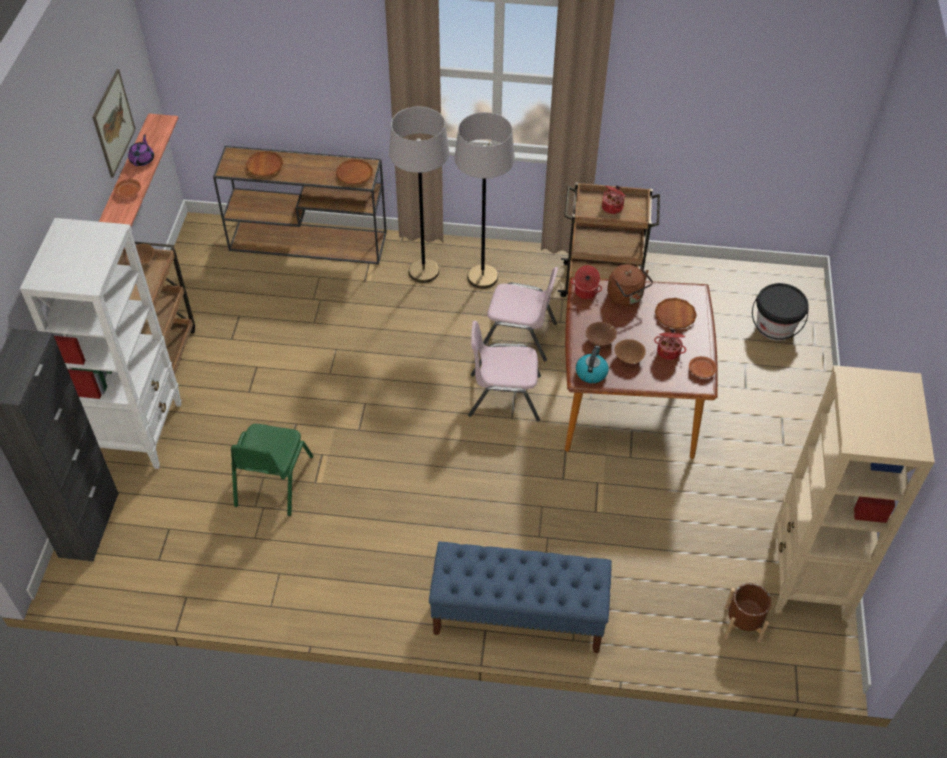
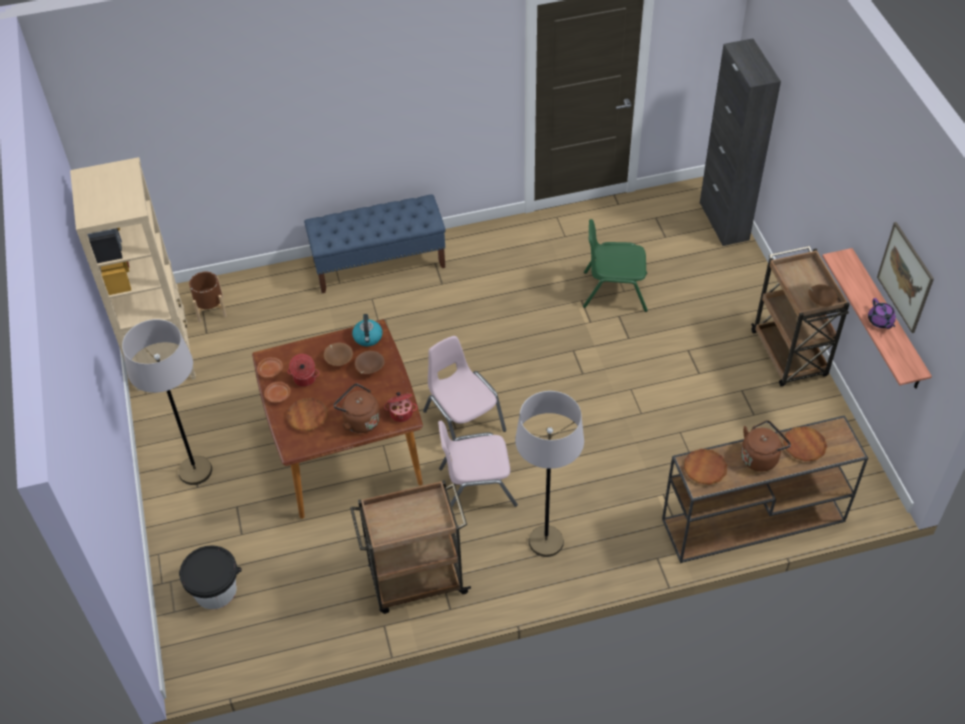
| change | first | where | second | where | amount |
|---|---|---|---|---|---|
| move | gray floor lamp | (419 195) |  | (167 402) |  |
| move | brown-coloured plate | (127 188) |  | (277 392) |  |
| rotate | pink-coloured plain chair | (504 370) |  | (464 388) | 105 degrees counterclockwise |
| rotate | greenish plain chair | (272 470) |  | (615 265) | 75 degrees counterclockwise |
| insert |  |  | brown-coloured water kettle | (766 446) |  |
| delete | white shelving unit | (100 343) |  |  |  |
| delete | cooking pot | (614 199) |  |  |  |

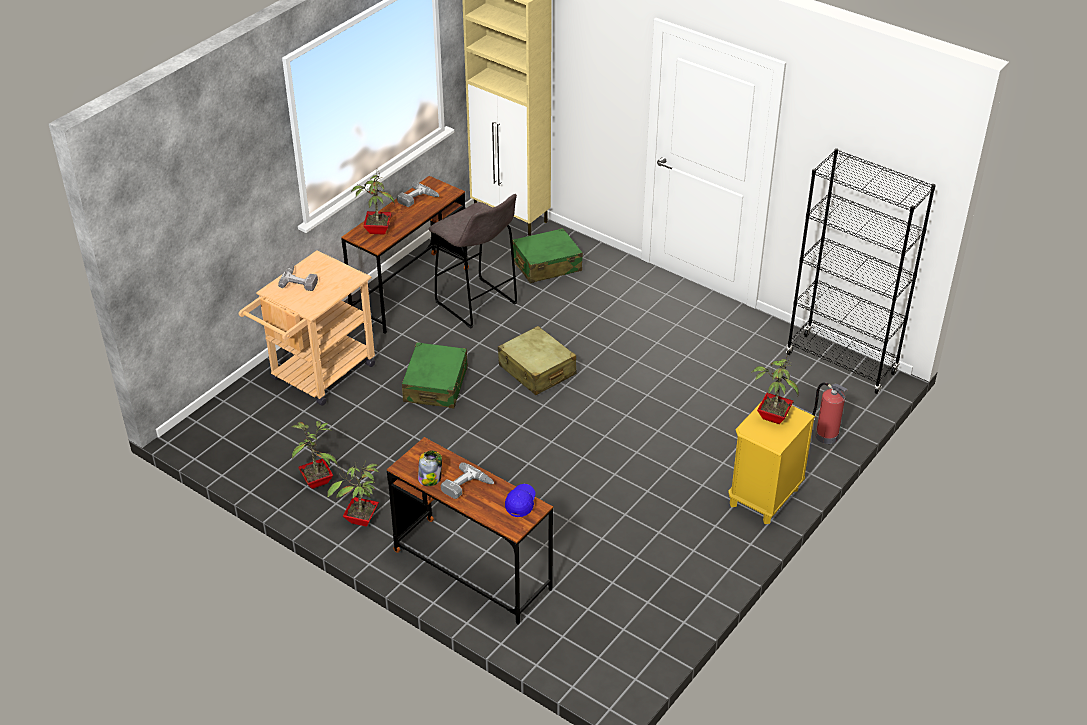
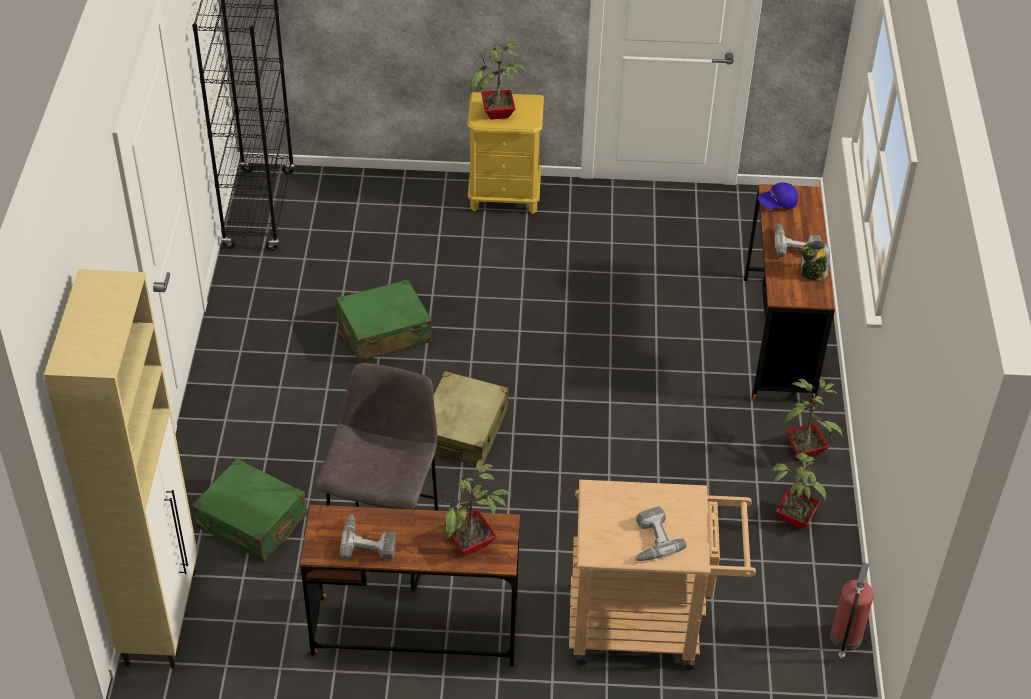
| change | first | where | second | where | amount |
|---|---|---|---|---|---|
| move | greenish piece of luggage | (435 375) |  | (384 320) |  |
| move | fire extinguisher | (830 413) |  | (852 611) |  |

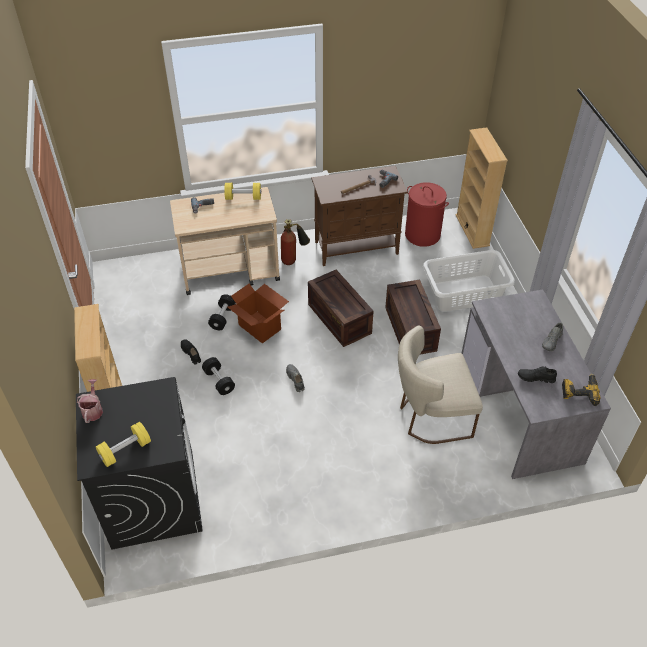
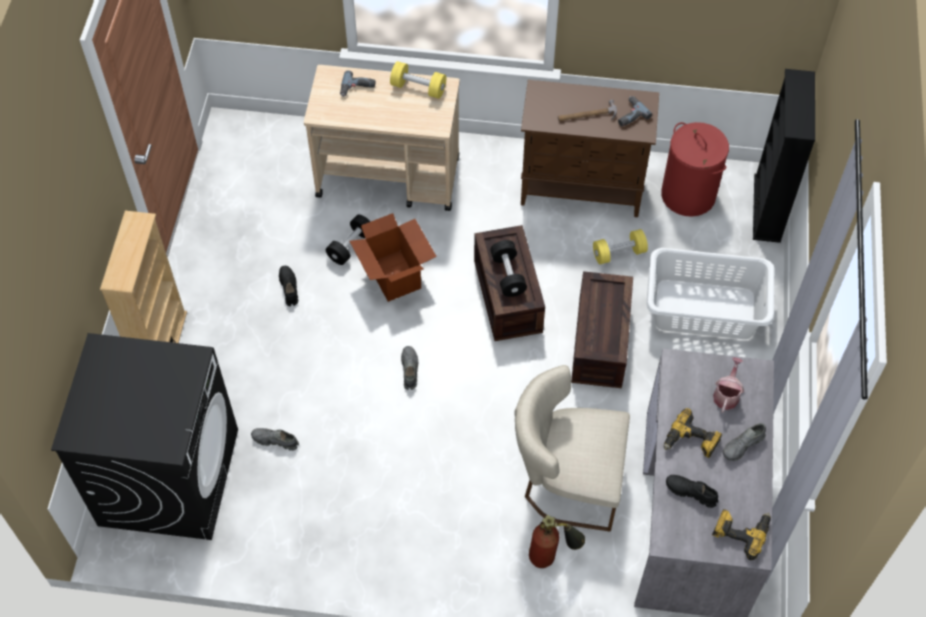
| change | first | where | second | where | amount |
|---|---|---|---|---|---|
| insert |  |  | gray low shoe | (275 439) |  |
| move | black free weight | (218 376) |  | (508 268) |  |
| move | fire extinguisher | (295 242) |  | (557 541) |  |
| move | yellow-coloured free weight | (123 444) |  | (620 246) |  |
| insert |  |  | drill | (693 433) |  |
| move | sprinkling can | (90 401) |  | (728 385) |  |
| recolor | beige shelving unit | (482 188) | black shelving unit | (784 156) |  |

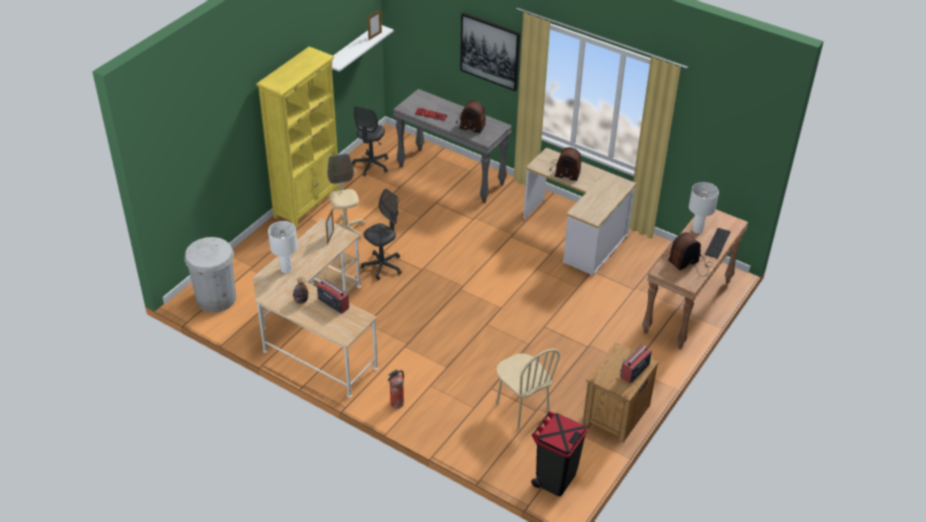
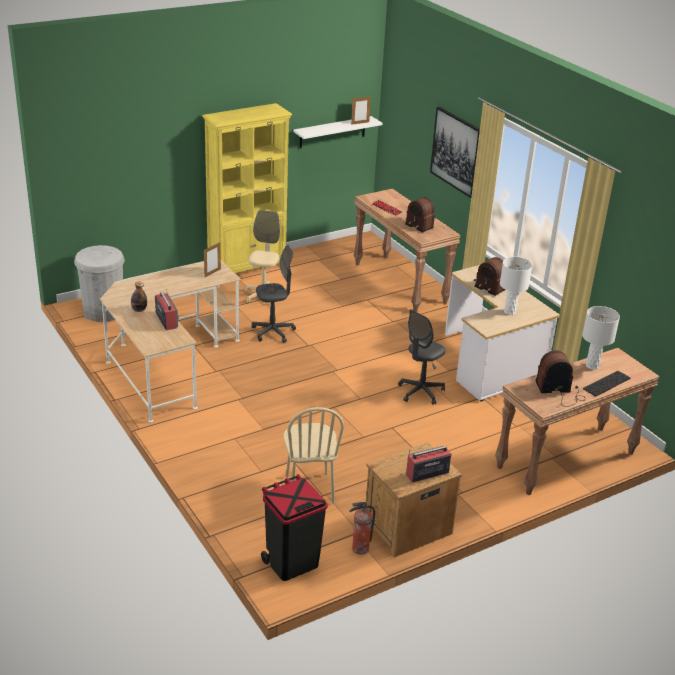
| change | first | where | second | where | amount |
|---|---|---|---|---|---|
| move | fire extinguisher | (396 388) |  | (362 528) |  |
| recolor | gray console table | (452 146) | brown-coloured console table | (407 250) |  |
| move | gray office chair | (370 141) |  | (422 357) |  |
| move | white table lamp | (283 247) |  | (516 286) |  |

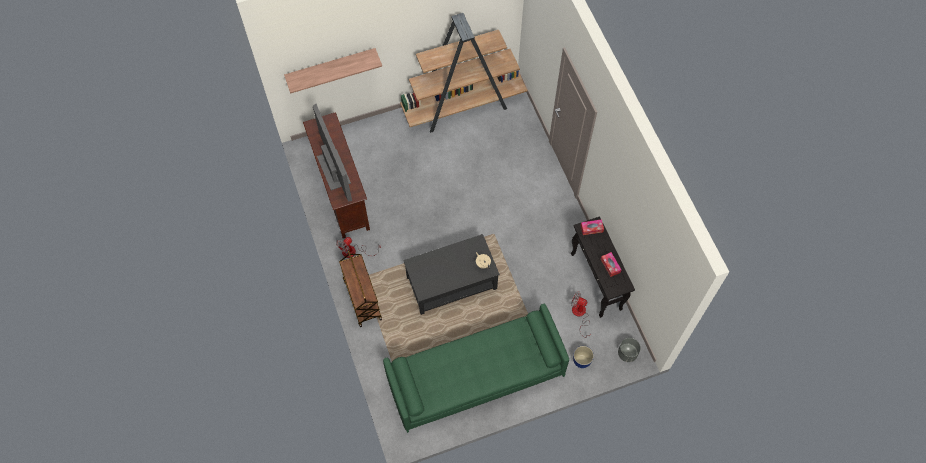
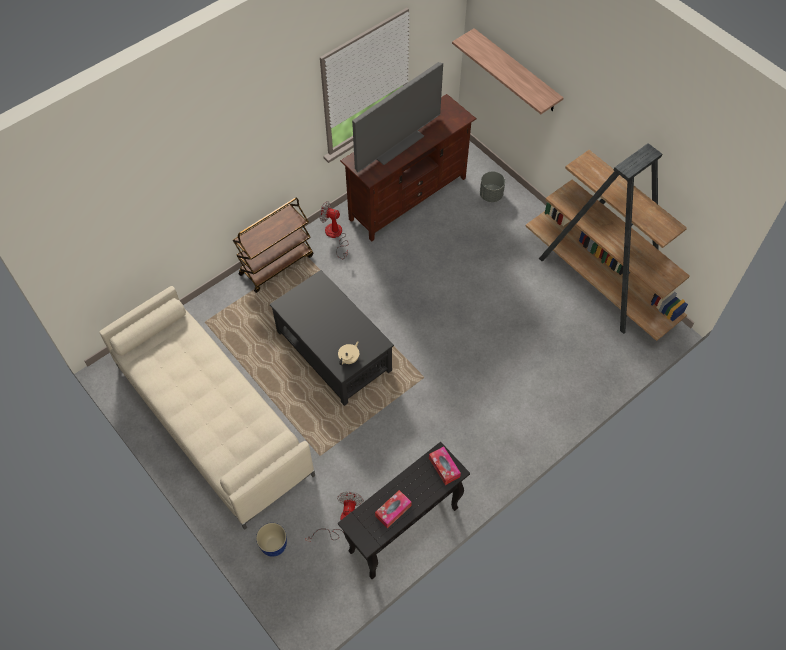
| change | first | where | second | where | amount |
|---|---|---|---|---|---|
| recolor | greenish settee | (476 368) | beige settee | (207 408) |  |
| move | gray plant pot | (629 350) |  | (492 186) |  |

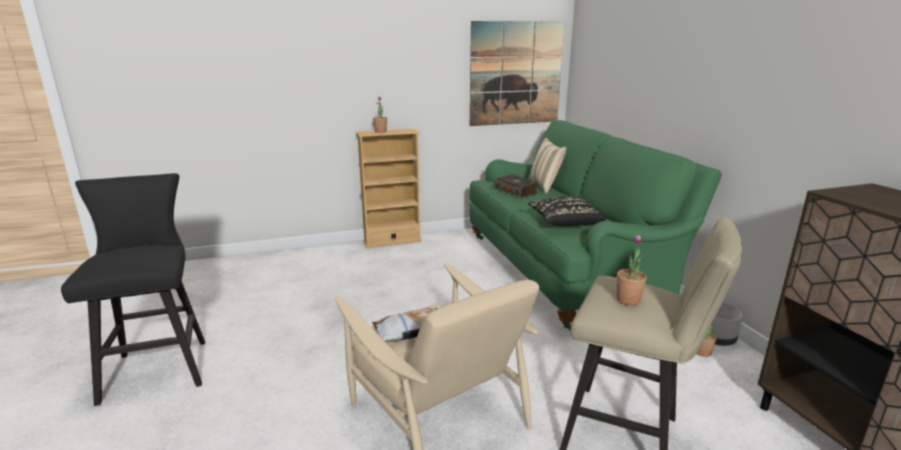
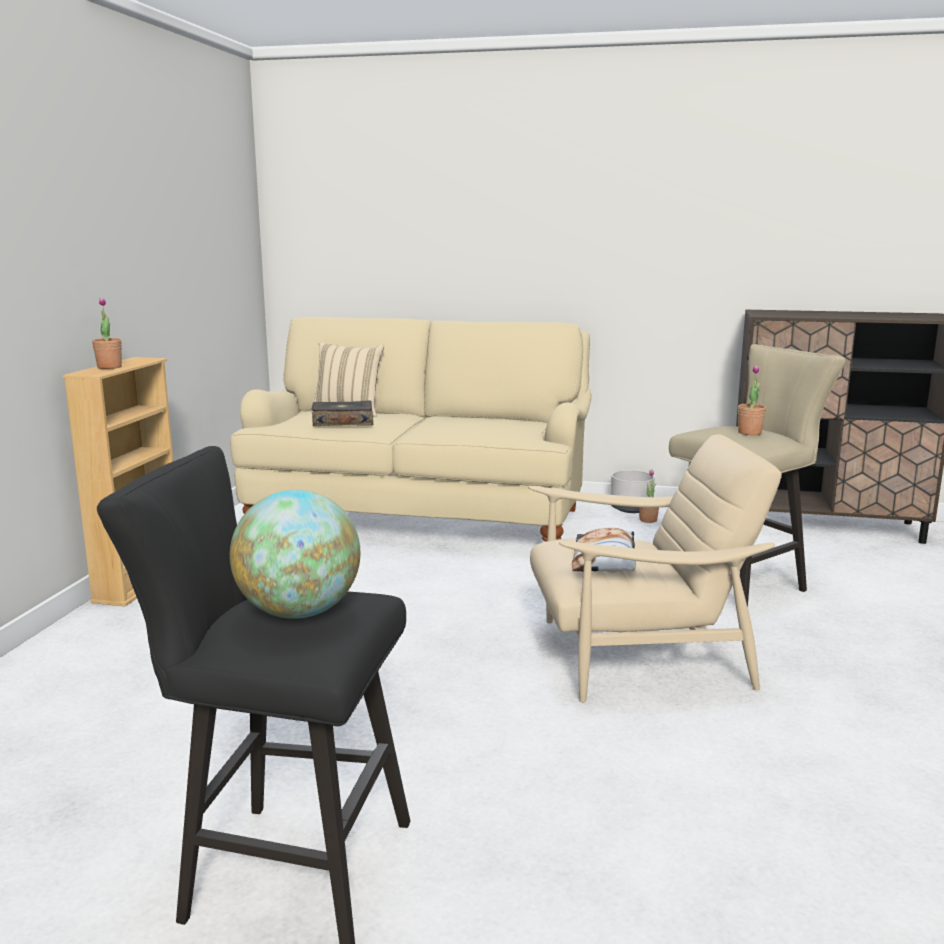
| change | first | where | second | where | amount |
|---|---|---|---|---|---|
| recolor | greenish settee | (595 225) | beige settee | (411 429) |  |
| insert |  |  | desk globe | (295 554) |  |
| delete | wall art | (517 73) |  |  |  |
| delete | black pillow | (567 211) |  |  |  |

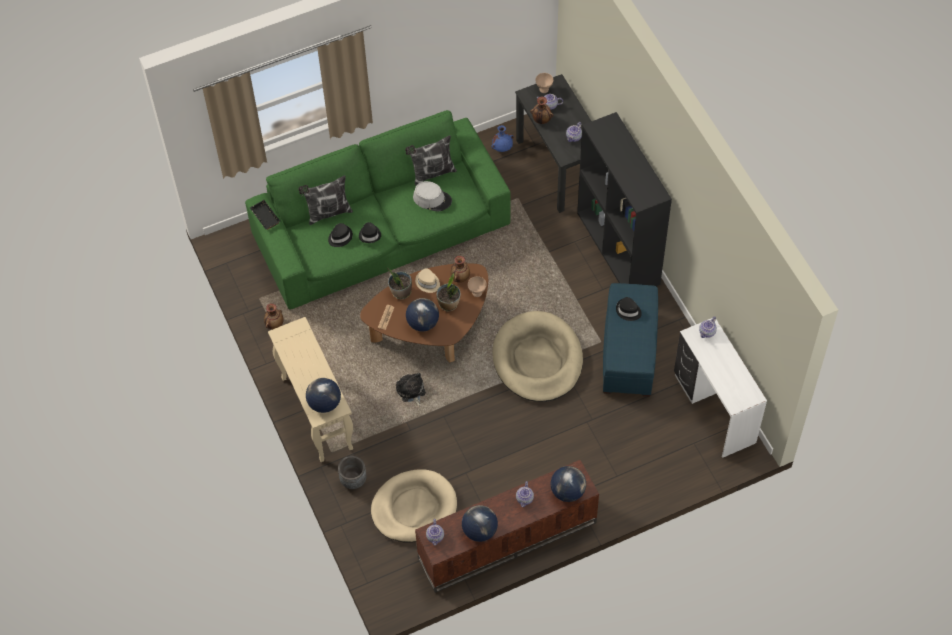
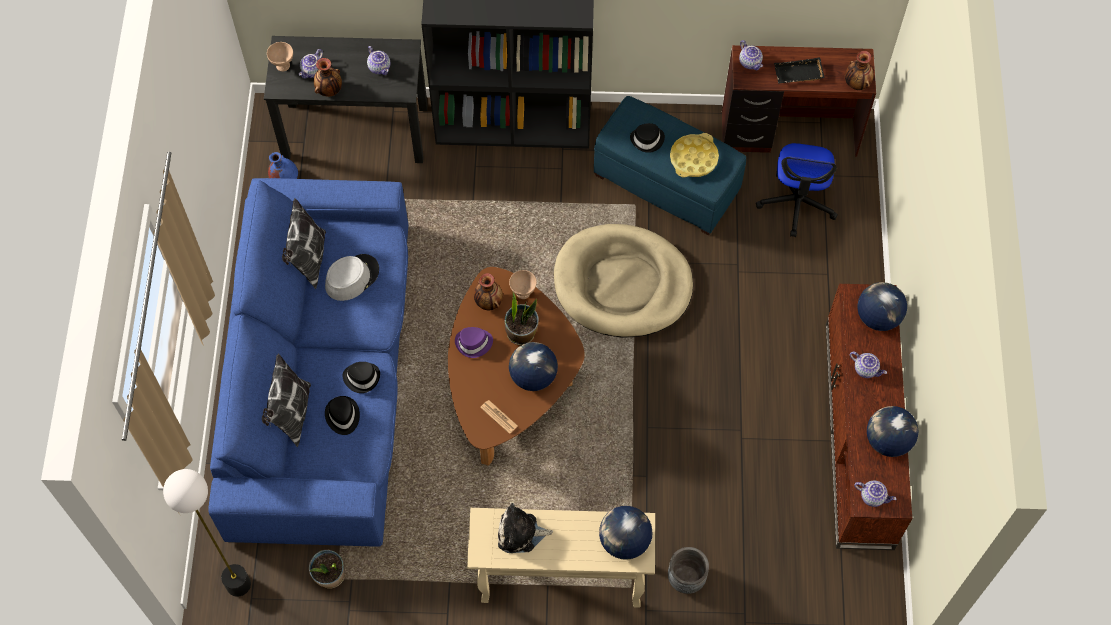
| change | first | where | second | where | amount |
|---|---|---|---|---|---|
| insert |  |  | floor lamp | (207 533) |  |
| recolor | greenish settee | (377 210) | bluish settee | (308 362) |  |
| move | plant in a pot | (399 284) |  | (327 569) |  |
| recolor | beige hat | (427 280) | purplish hat | (474 342) |  |
| move | soft toy | (411 389) |  | (525 528) |  |
| insert |  |  | yellow-coloured tray | (694 155) |  |
| recolor | white desk table | (720 388) | brown-coloured desk table | (799 101) |  |
| insert |  |  | office chair | (797 190) |  |
| move | black tray | (265 215) |  | (799 70) |  |
| move | decorative vase | (274 316) |  | (859 70) |  |
| delete | beige dog bed | (414 506) |  |  |  |

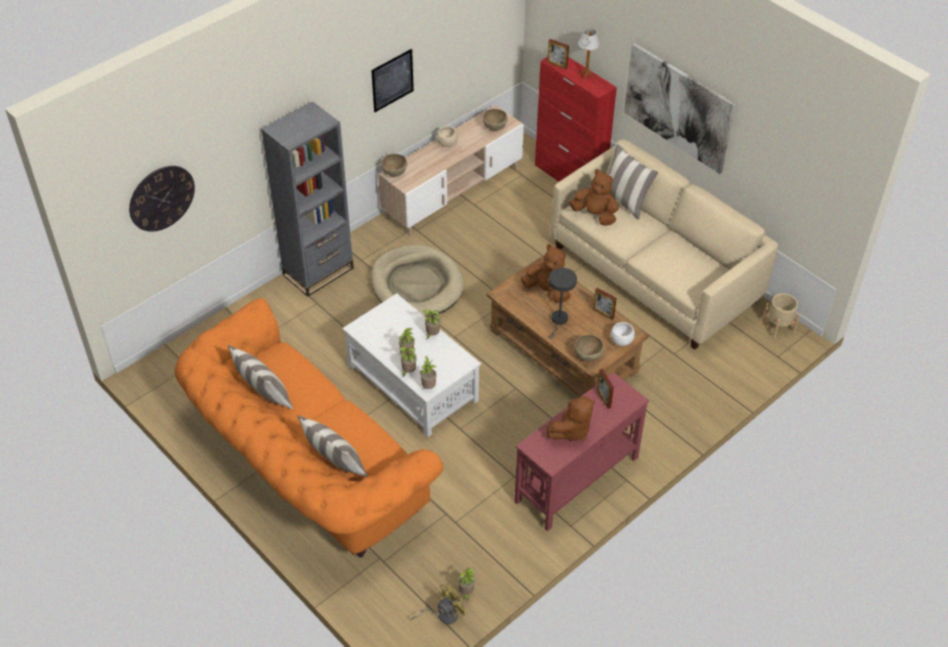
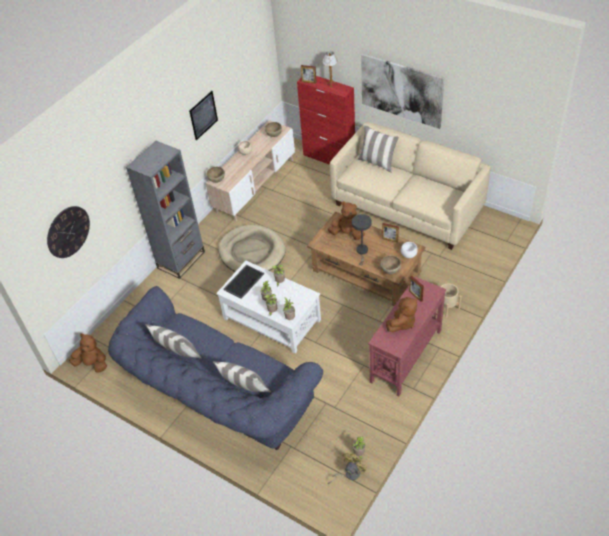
| change | first | where | second | where | amount |
|---|---|---|---|---|---|
| move | brown-coloured soft toy | (594 197) |  | (88 353) |  |
| recolor | orange settee | (309 428) | bluish settee | (215 368) |  |
| insert |  |  | tray | (244 282) |  |
| move | beige plant pot | (781 316) |  | (451 300) |  |

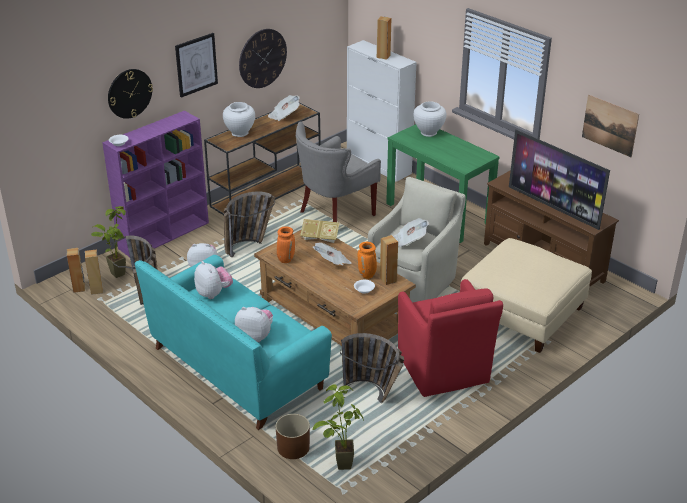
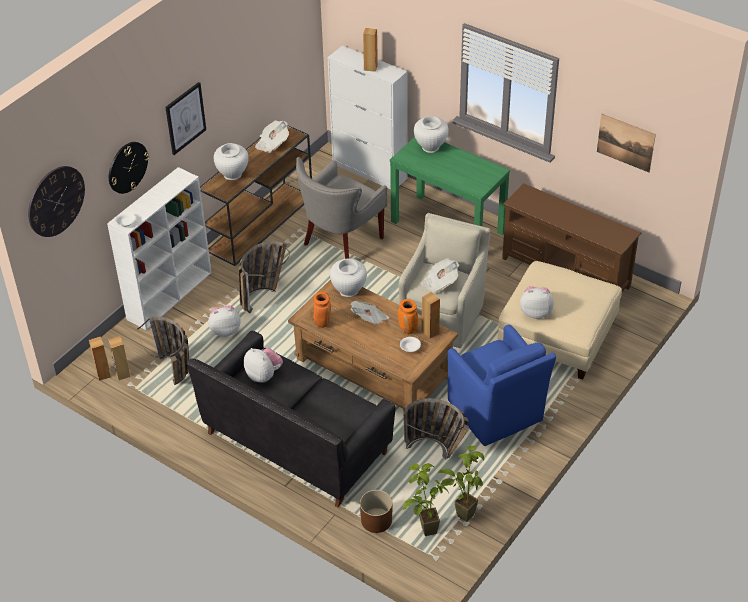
| change | first | where | second | where | amount |
|---|---|---|---|---|---|
| move | hanging clock | (263 58) |  | (56 201) |  |
| recolor | purplish shelving unit | (155 184) | white shelving unit | (159 248) |  |
| recolor | blue-green settee | (233 342) | black settee | (291 419) |  |
| replace | book | (320 231) | white decorative vase | (348 278) |  |
| move | plant in a pot | (108 242) |  | (460 484) |  |
| recolor | red-coloured armchair | (450 338) | bluish armchair | (501 385) |  |
| move | soft toy | (254 324) |  | (537 302) |  |
| delete | TV | (559 180) |  |  |  |

